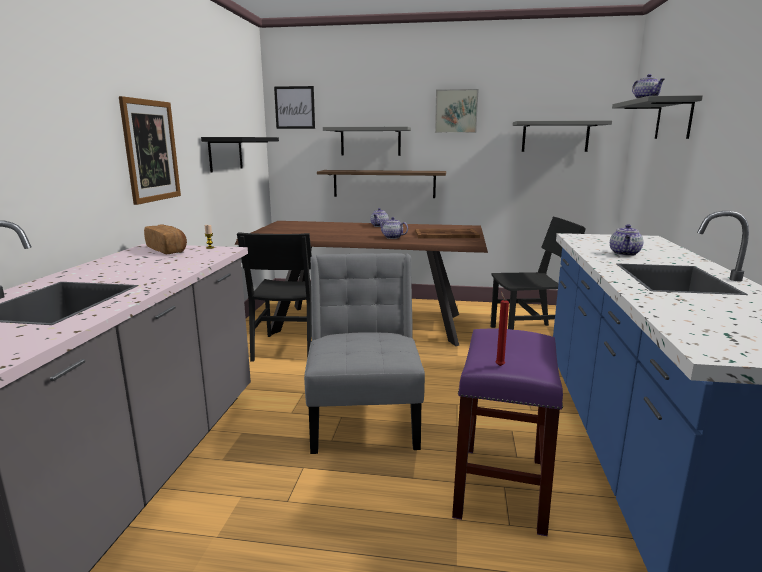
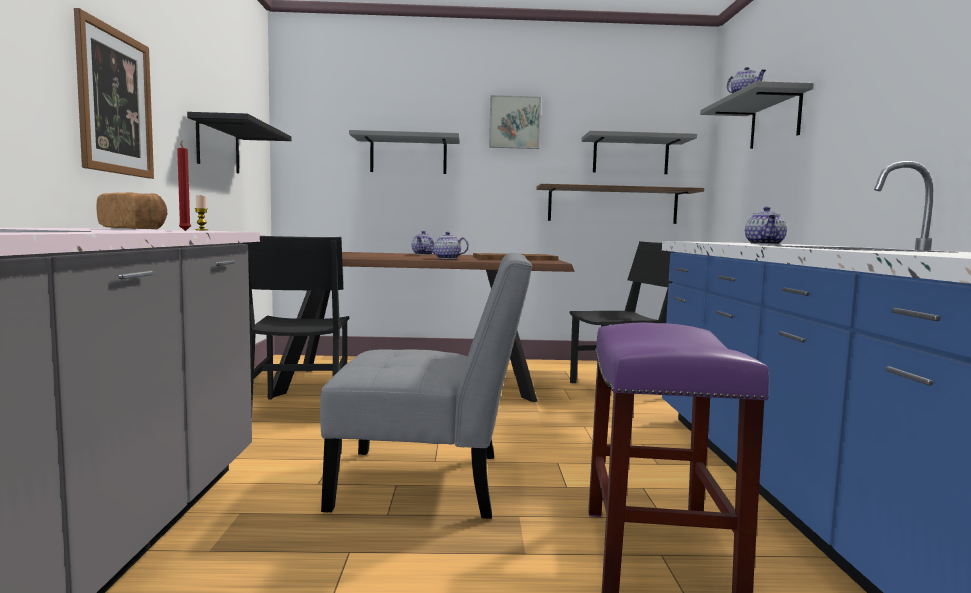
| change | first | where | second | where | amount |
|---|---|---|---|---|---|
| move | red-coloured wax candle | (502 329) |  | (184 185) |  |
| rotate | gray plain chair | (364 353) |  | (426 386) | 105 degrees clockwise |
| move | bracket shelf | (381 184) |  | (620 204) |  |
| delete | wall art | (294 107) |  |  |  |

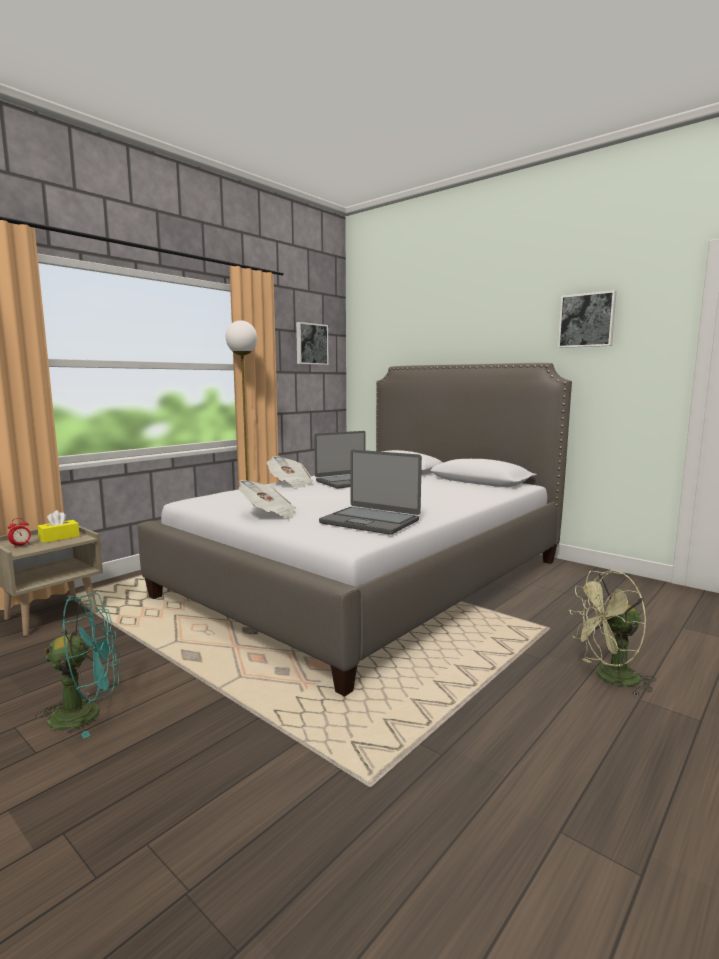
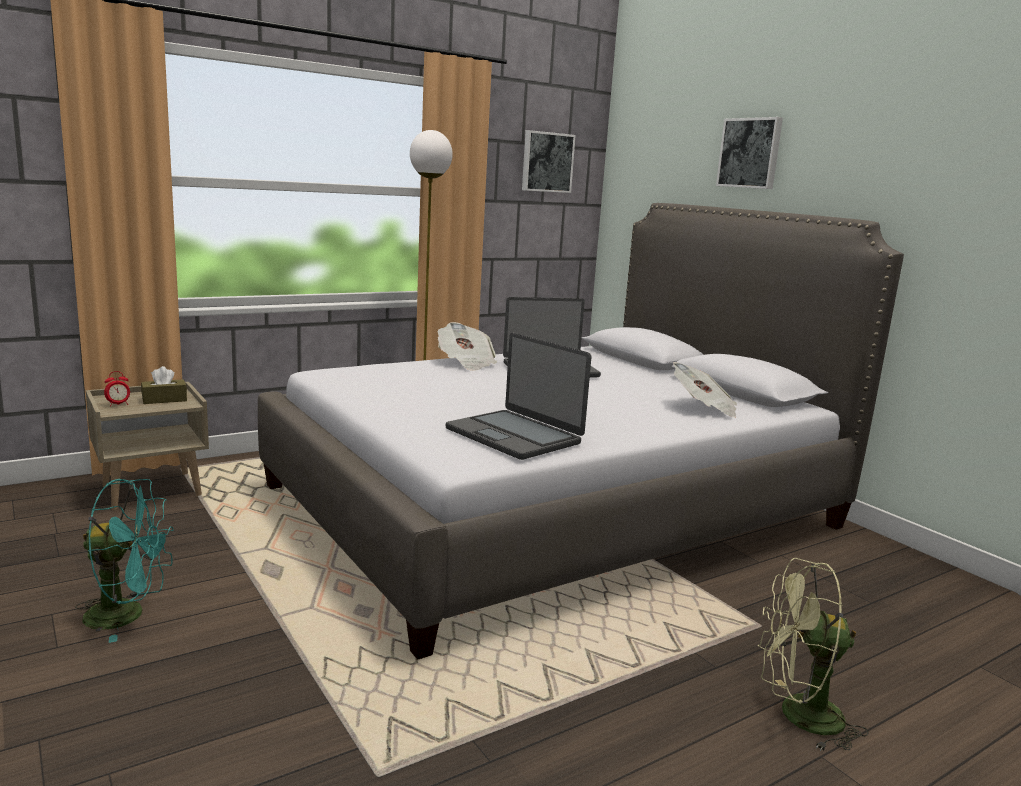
| change | first | where | second | where | amount |
|---|---|---|---|---|---|
| recolor | yellow-coloured tissue box | (59 526) | brown-coloured tissue box | (164 385) |  |
| move | printed paper | (267 499) |  | (705 390) |  |
| move | wall art | (587 319) |  | (749 153) |  |

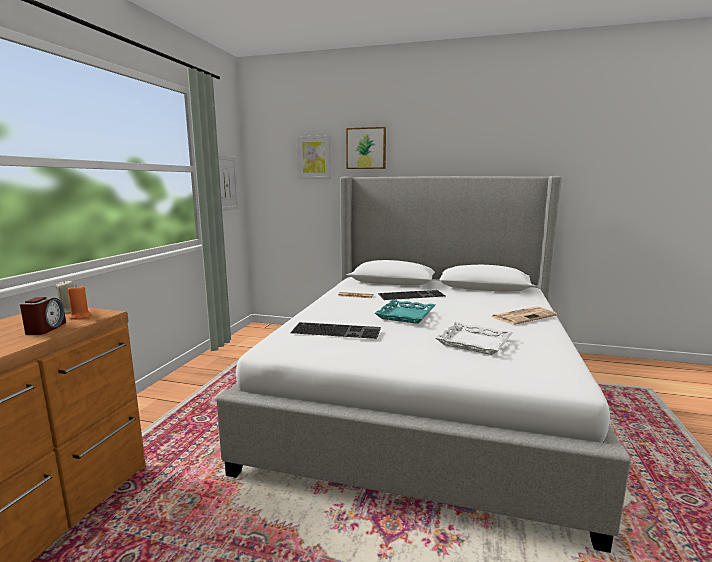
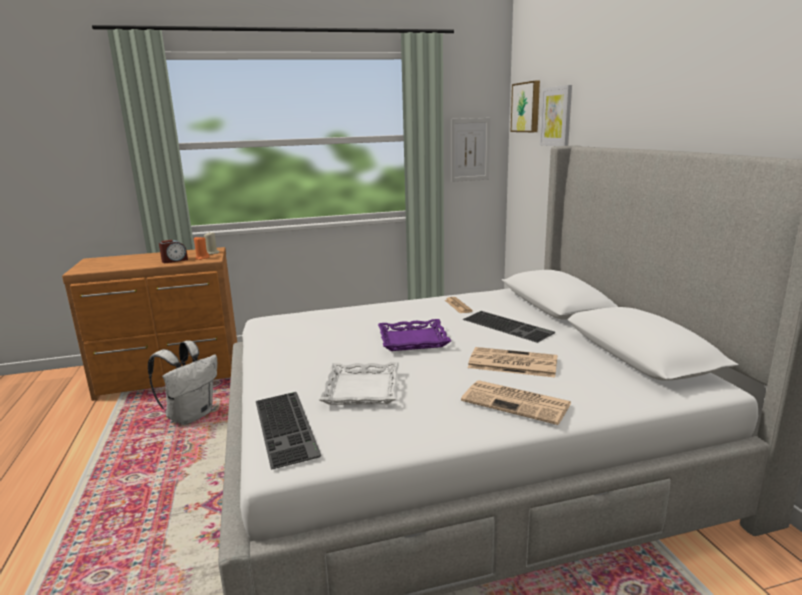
| change | first | where | second | where | amount |
|---|---|---|---|---|---|
| insert |  |  | white backpack | (182 382) |  |
| move | keyboard | (335 330) |  | (288 430) |  |
| recolor | blue-green tray | (405 311) | purplish tray | (414 335) |  |
| insert |  |  | printed paper | (513 362) |  |
| move | wall art | (366 148) |  | (525 106) |  |

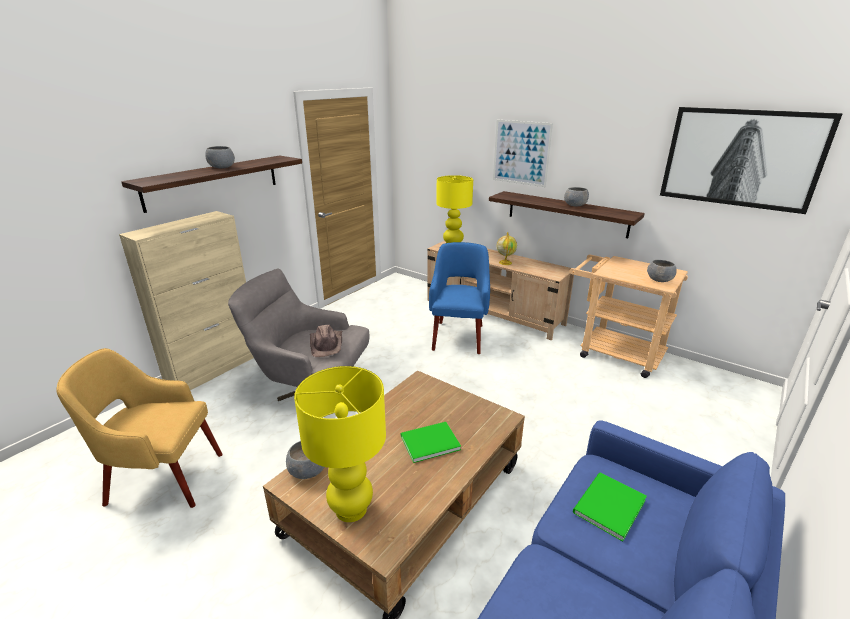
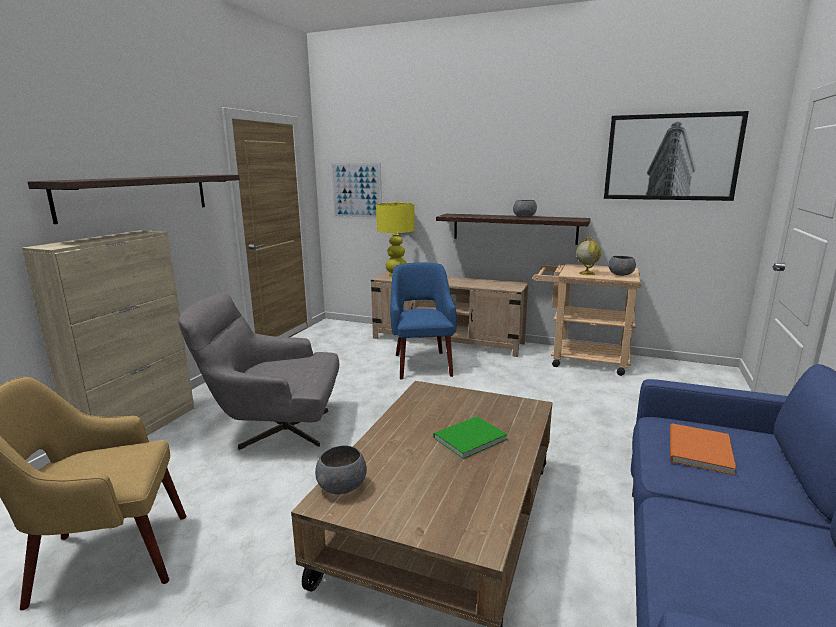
| change | first | where | second | where | amount |
|---|---|---|---|---|---|
| move | wall art | (523 153) |  | (356 191) |  |
| move | desk globe | (506 248) |  | (588 256) |  |
| recolor | greenish book | (610 507) | orange book | (703 449) |  |
| delete | gray bowl | (220 157) |  |  |  |
| delete | yellow-coloured table lamp | (340 444) |  |  |  |
| delete | brown-coloured hat | (326 341) |  |  |  |

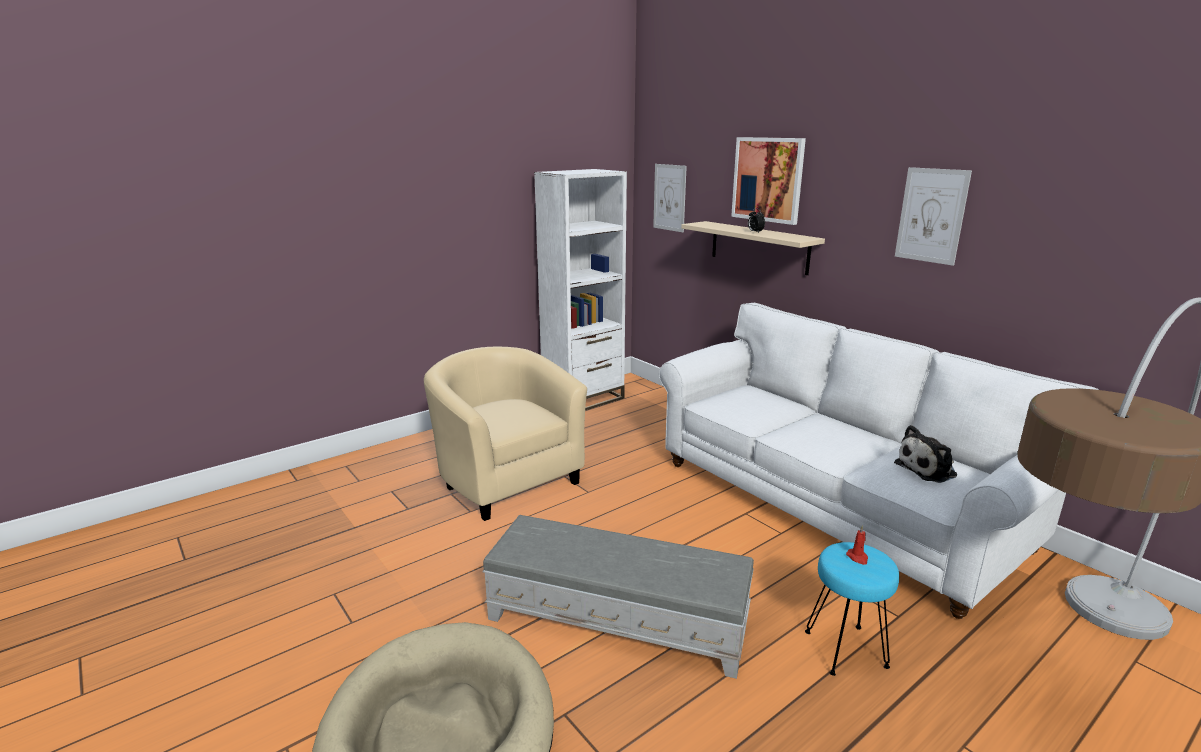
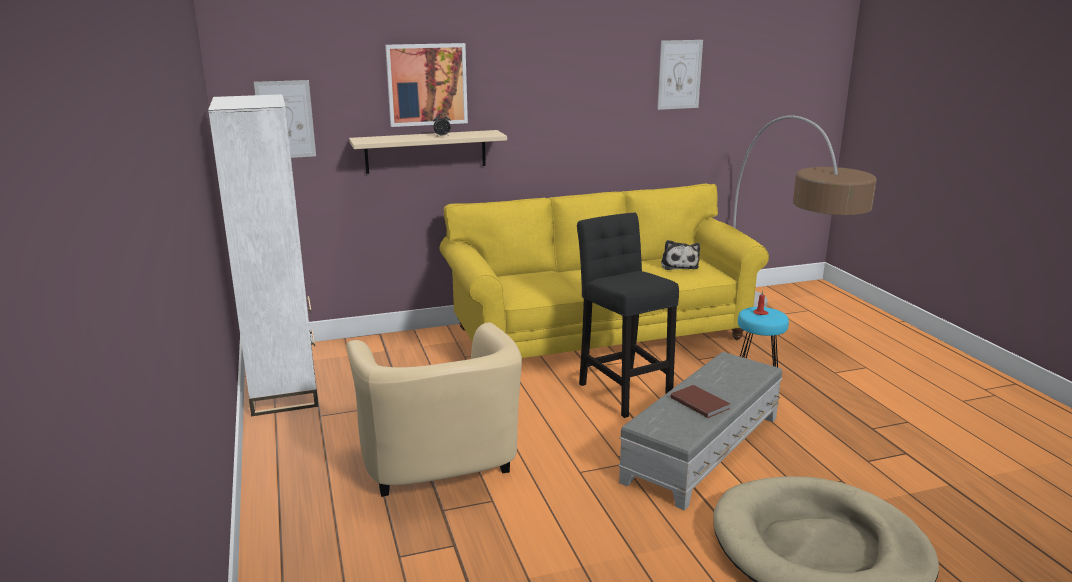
| change | first | where | second | where | amount |
|---|---|---|---|---|---|
| rotate | beige armchair | (505 434) |  | (434 409) | 90 degrees counterclockwise |
| recolor | white settee | (879 461) | yellow-coloured settee | (604 271) |  |
| insert |  |  | black stool seat | (628 315) |  |
| move | wall art | (933 216) |  | (680 75) |  |
| insert |  |  | brown-coloured book | (700 401) |  |

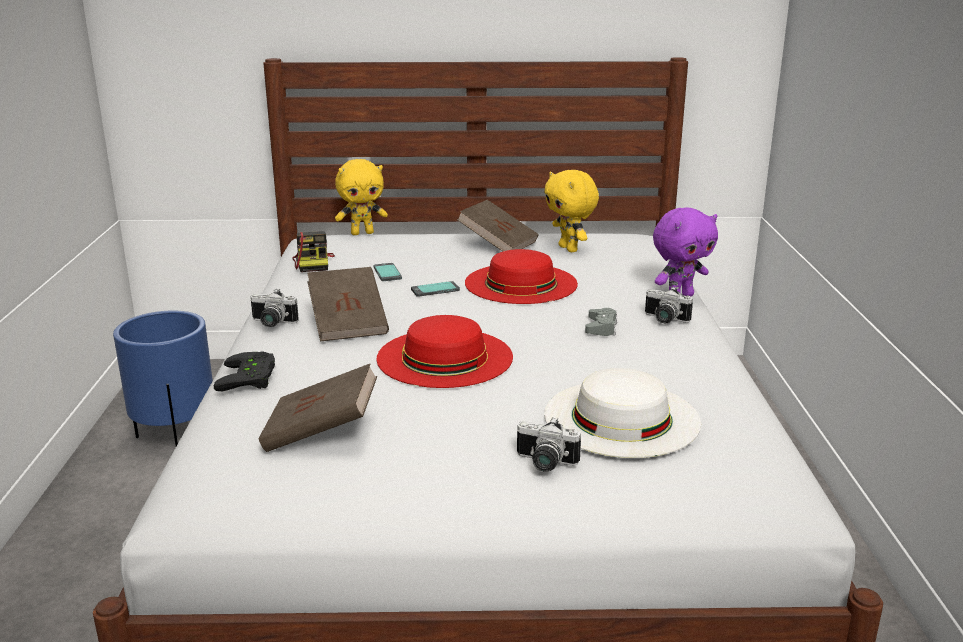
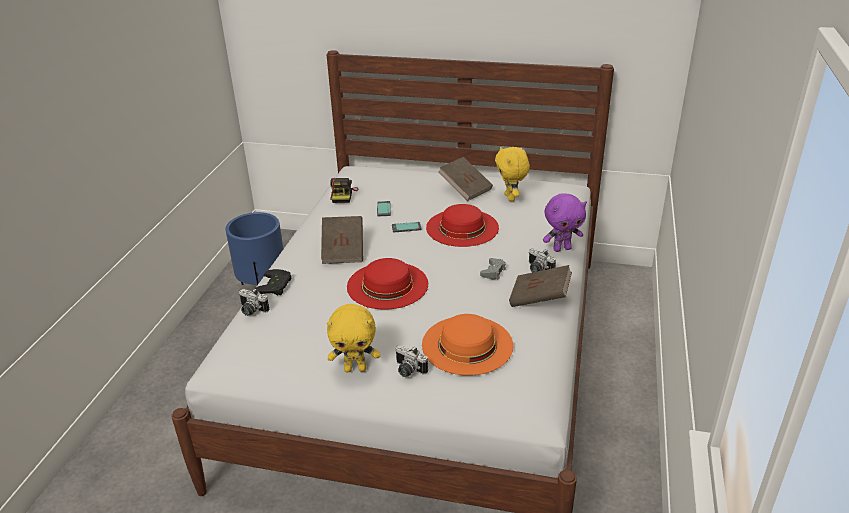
| change | first | where | second | where | amount |
|---|---|---|---|---|---|
| move | still camera | (274 308) |  | (254 302) |  |
| move | yellow-coloured soft toy | (361 197) |  | (353 338) |  |
| recolor | white hat | (622 413) | orange hat | (467 345) |  |
| move | brown-coloured book | (318 408) |  | (540 286) |  |

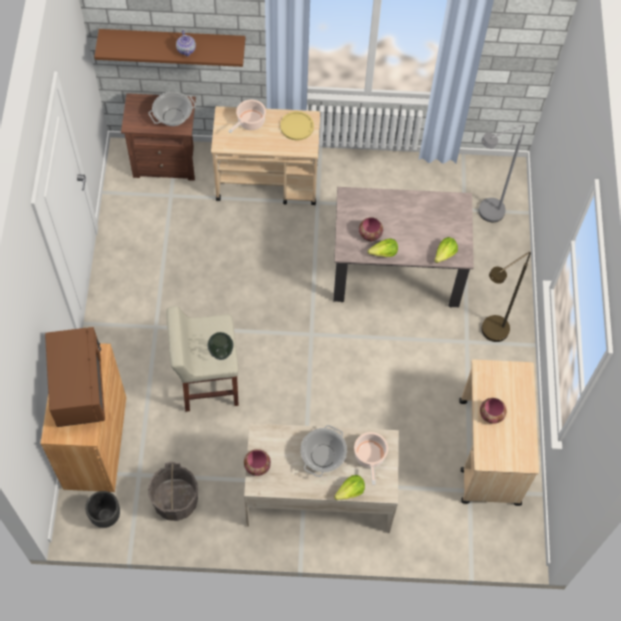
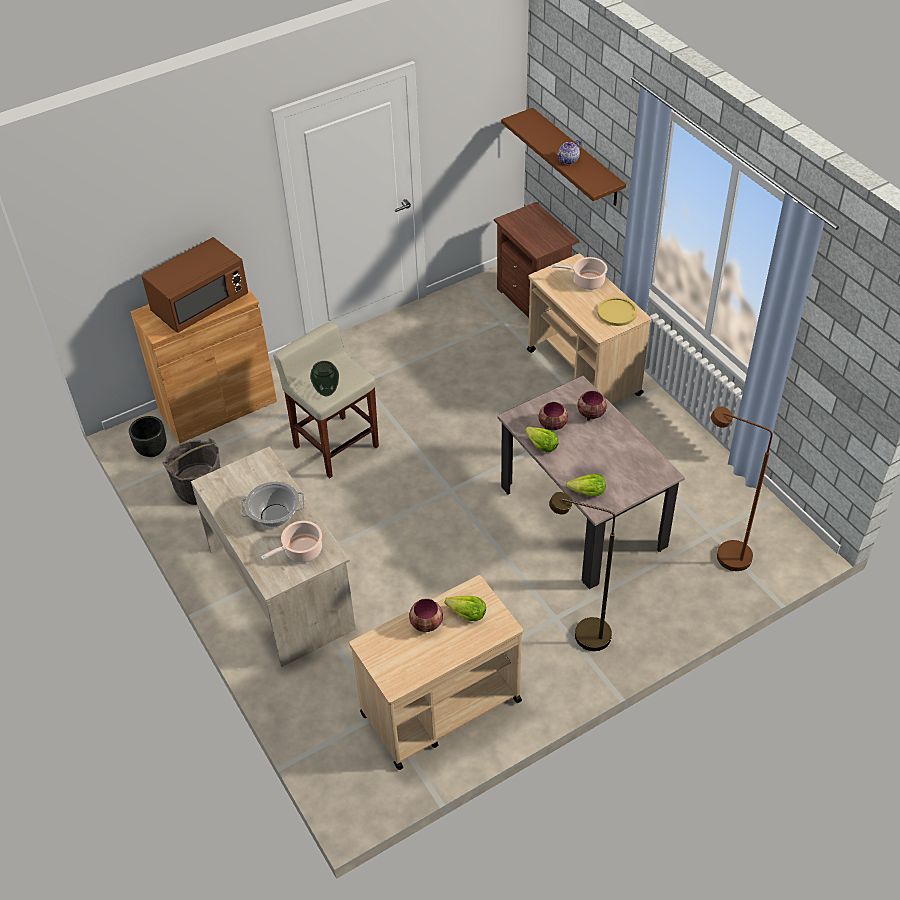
| change | first | where | second | where | amount |
|---|---|---|---|---|---|
| move | lettuce | (349 487) |  | (465 608) |  |
| move | bowl | (257 462) |  | (592 406) |  |
| recolor | gray floor lamp | (502 173) | brown-coloured floor lamp | (742 488) |  |
| delete | cooking pot | (172 109) |  |  |  |

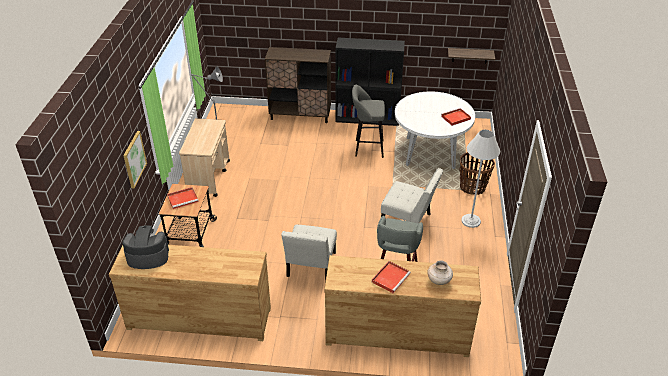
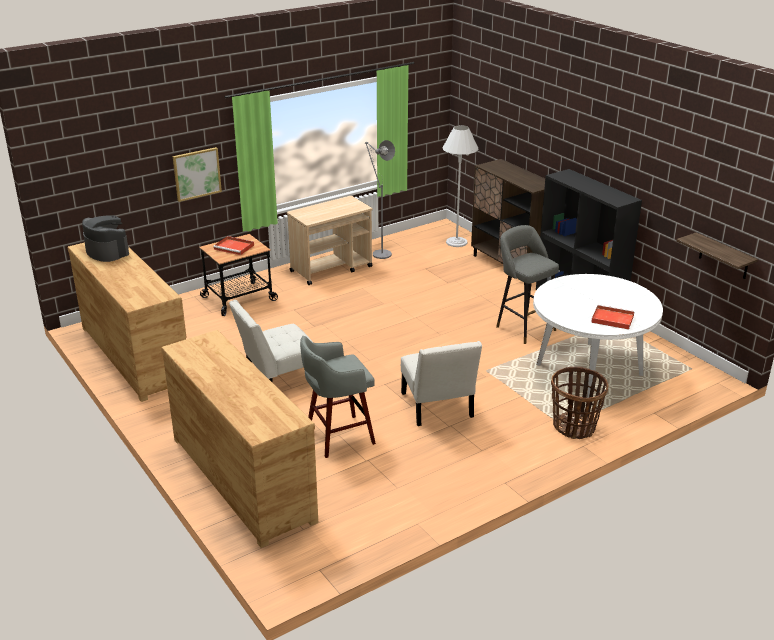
| change | first | where | second | where | amount |
|---|---|---|---|---|---|
| move | white floor lamp | (480 179) |  | (460 186) |  |
| delete | red-coloured tray | (391 277) |  |  |  |
| delete | beige decorative vase | (440 272) |  |  |  |

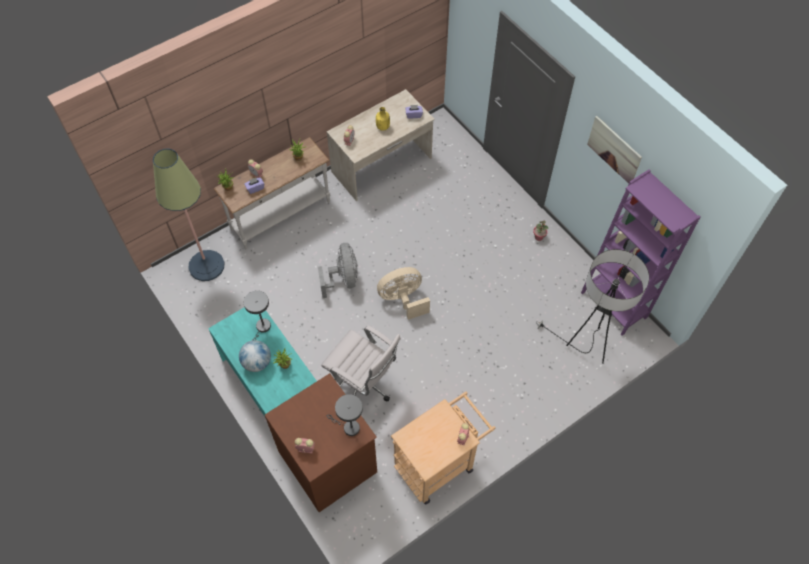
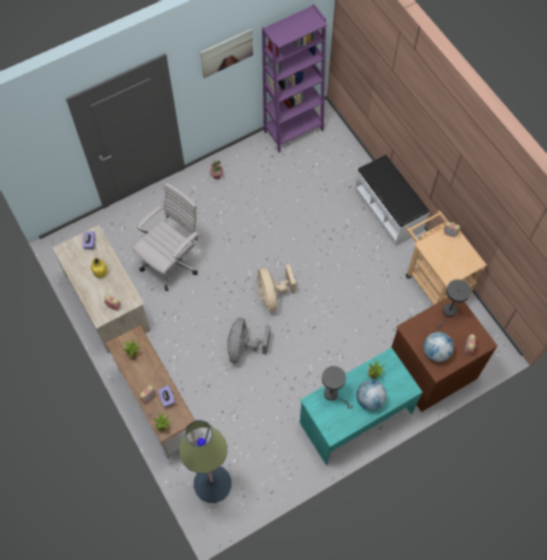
| change | first | where | second | where | amount |
|---|---|---|---|---|---|
| move | white office chair | (361 363) |  | (165 237) |  |
| rotate | gray cooling fan | (338 270) |  | (248 340) | 75 degrees counterclockwise |
| insert |  |  | white indoor bench | (392 200) |  |
| insert |  |  | desk globe | (438 347) |  |
| delete | floor lamp | (593 306) |  |  |  |

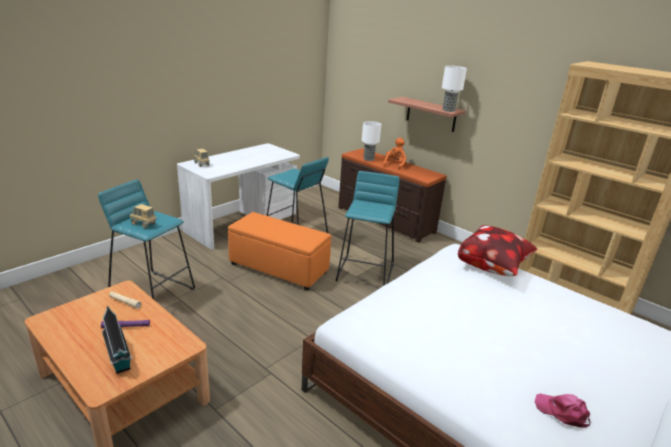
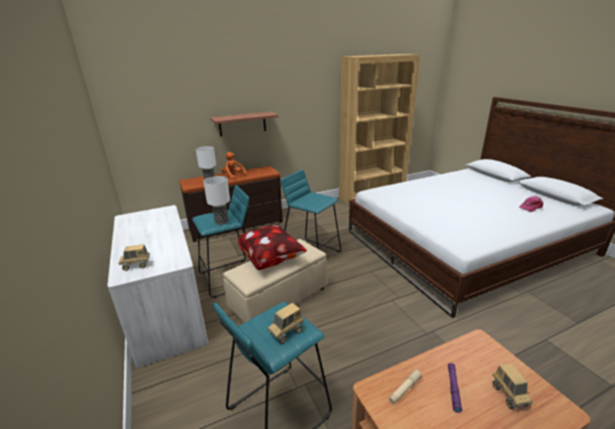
| change | first | where | second | where | amount |
|---|---|---|---|---|---|
| move | table lamp | (454 88) |  | (216 200) |  |
| recolor | orange pouffe | (279 251) | beige pouffe | (275 281) |  |
| move | pillow | (497 250) |  | (272 247) |  |
| replace | toy house | (117 339) | toy lorry | (512 386) |  |

